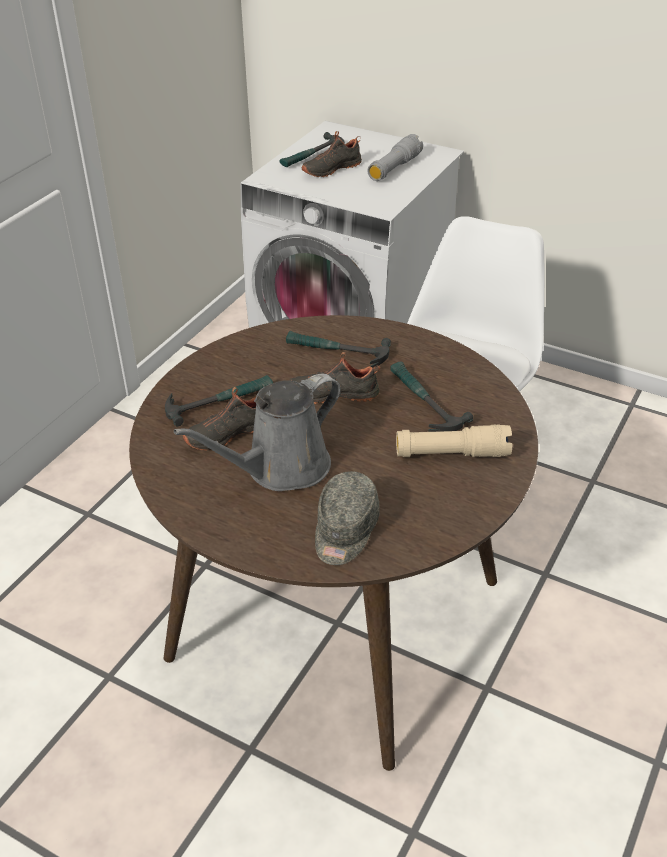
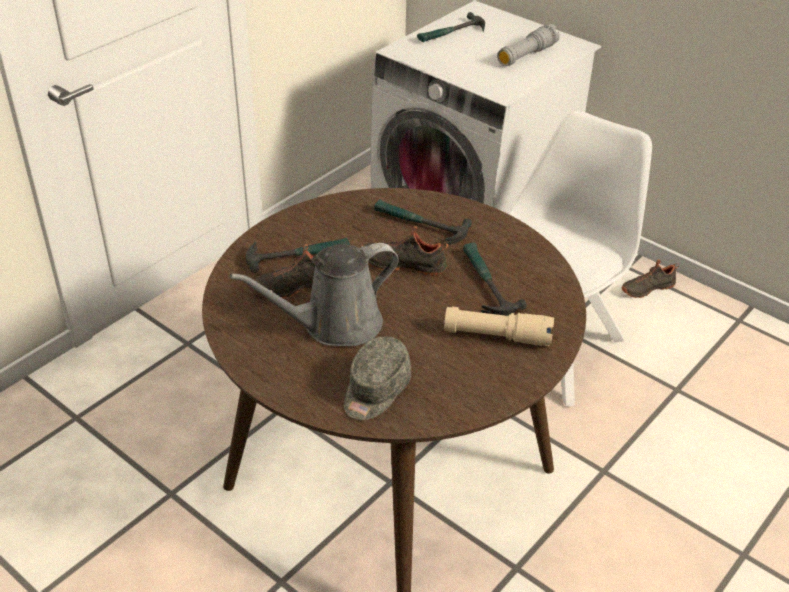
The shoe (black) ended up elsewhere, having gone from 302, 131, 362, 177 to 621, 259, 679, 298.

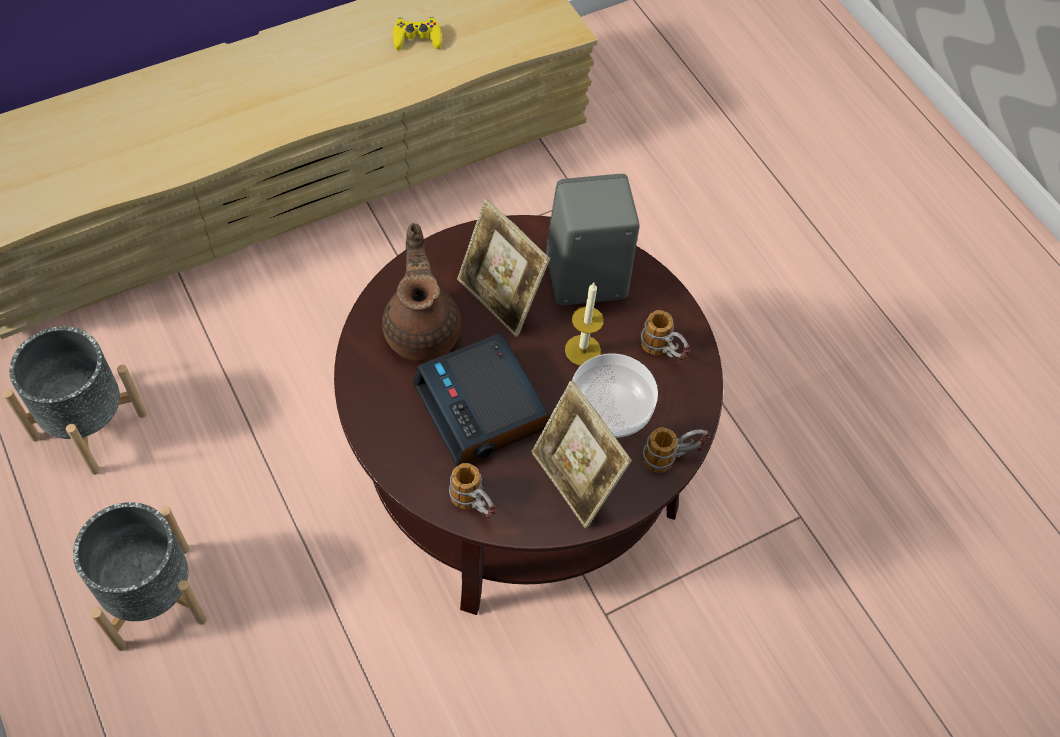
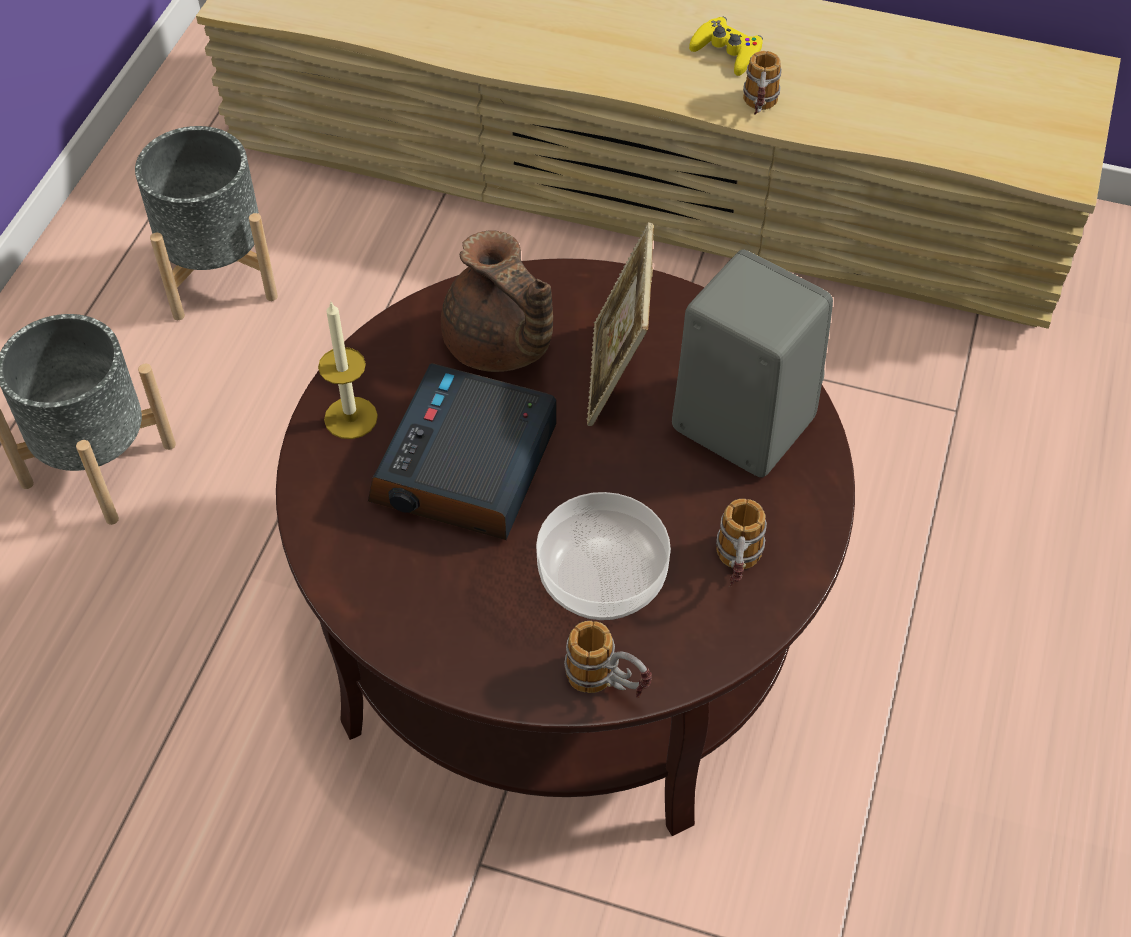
The game controller (yellow) ended up elsewhere, having gone from 393, 17, 441, 50 to 689, 17, 763, 76.
The teapot (brown) at 382, 223, 461, 361 ended up facing another way, 105 degrees clockwise from before.
The candle ended up elsewhere, having gone from 565, 283, 604, 366 to 318, 302, 378, 439.
The second view lost the picture frame at 531, 380, 632, 528.
The mug ended up elsewhere, having gone from 449, 463, 496, 521 to 743, 51, 782, 115.

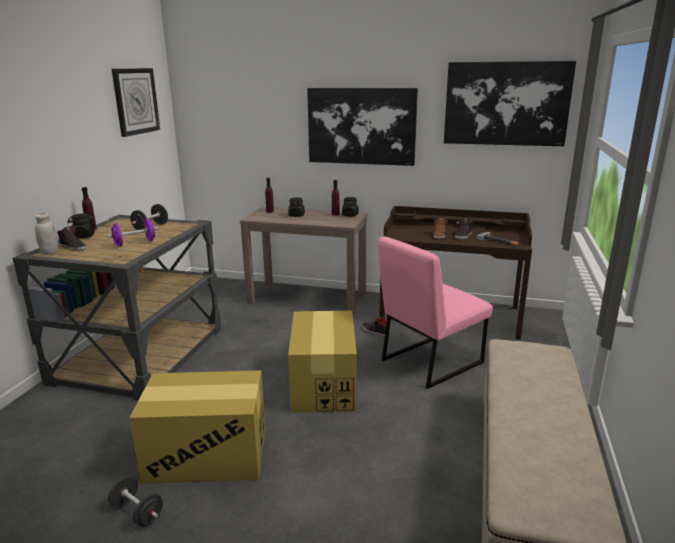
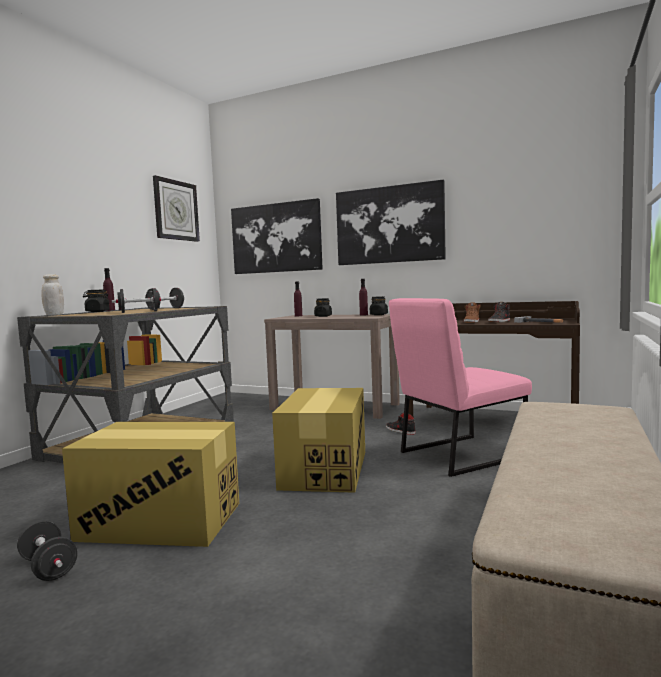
The picture ended up elsewhere, having gone from 444, 61, 576, 146 to 231, 198, 323, 274.
What was the dumbbell (purple) at 108, 219, 158, 247 turned into the dumbbell (black) at 112, 288, 165, 313.
The second view lost the shoe (black) at 57, 226, 87, 251.

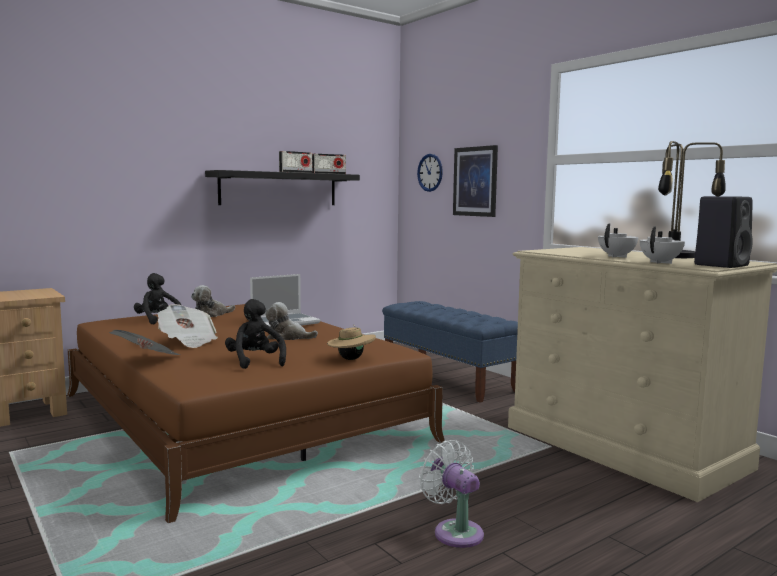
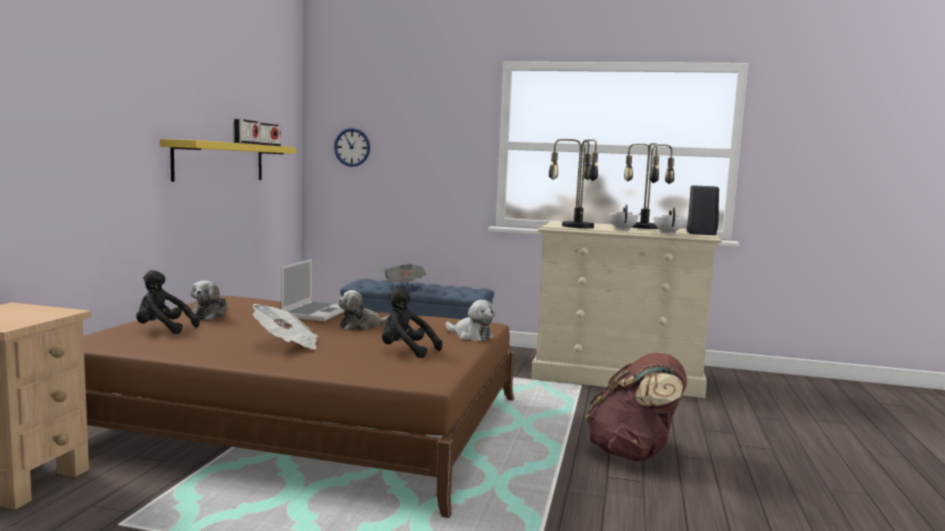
The second view lost the picture at 453, 145, 498, 217.
What was the shelf (black) at 205, 170, 360, 205 turned into the shelf (yellow) at 160, 139, 296, 182.
Where the hat (beige) stood at 327, 325, 376, 360, the plush toy came to stand at 445, 300, 496, 341.
The newspaper ended up elsewhere, having gone from 109, 330, 181, 355 to 384, 264, 426, 282.
Where the fan (white) stood at 419, 440, 484, 548, the backpack (brown) came to stand at 586, 353, 687, 461.
The second view gained the table lamp at 549, 139, 598, 228.

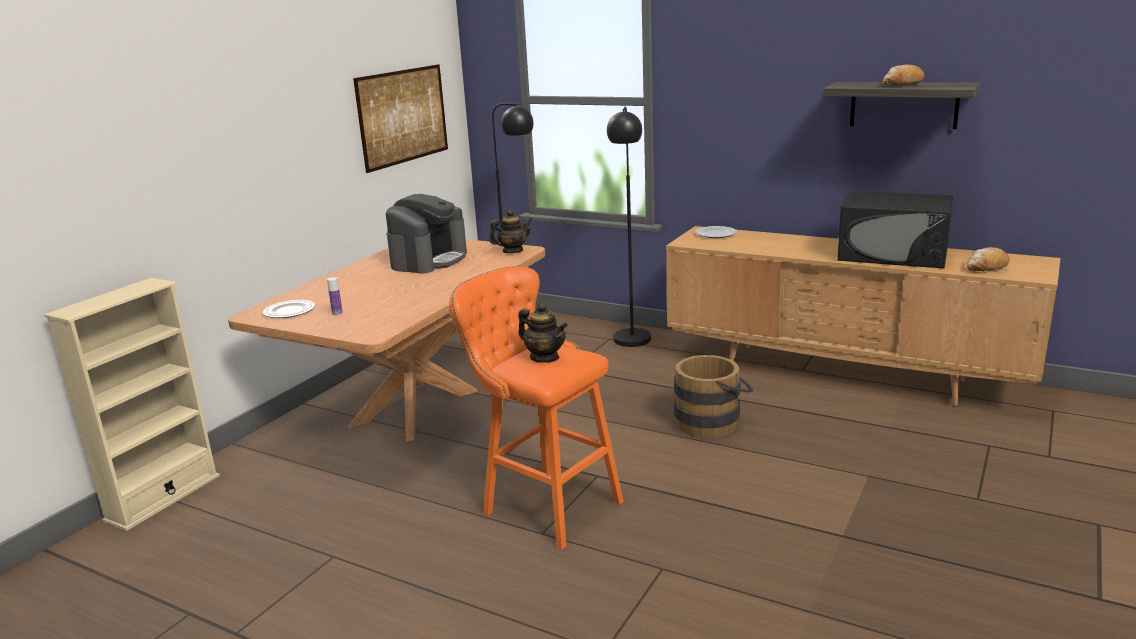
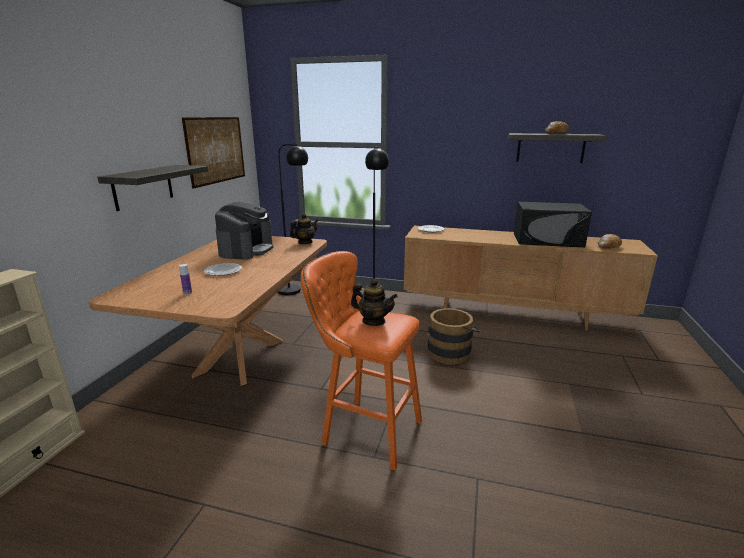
The plate ended up elsewhere, having gone from 263, 300, 315, 318 to 204, 263, 242, 276.
The second view gained the shelf at 97, 165, 208, 211.

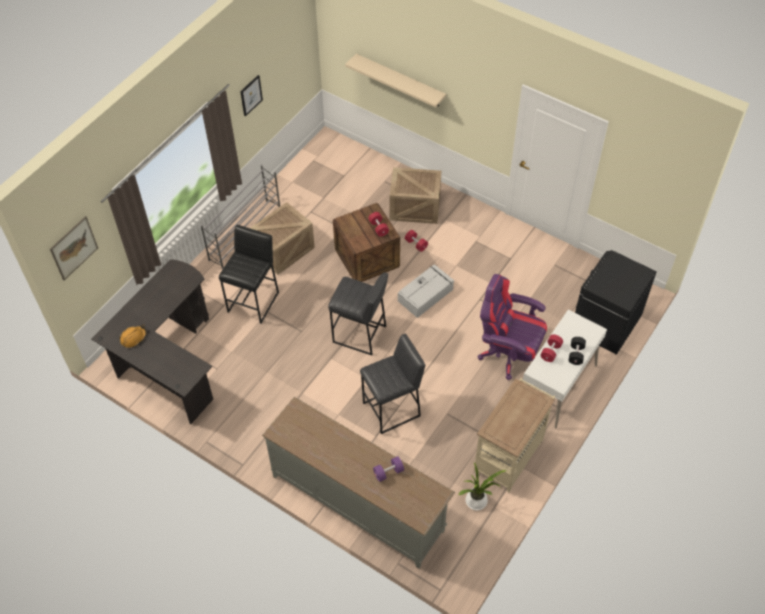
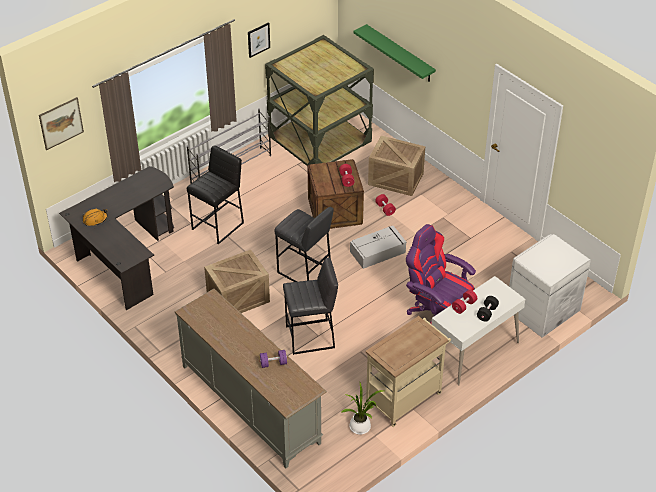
What was the shelf (beige) at 345, 54, 446, 108 turned into the shelf (green) at 353, 24, 436, 82.
The crate ended up elsewhere, having gone from 250, 202, 315, 275 to 204, 249, 270, 313.
What was the washing machine (black) at 575, 250, 657, 355 turned into the washing machine (white) at 509, 234, 591, 338.
The second view gained the bookcase at 265, 35, 374, 166.

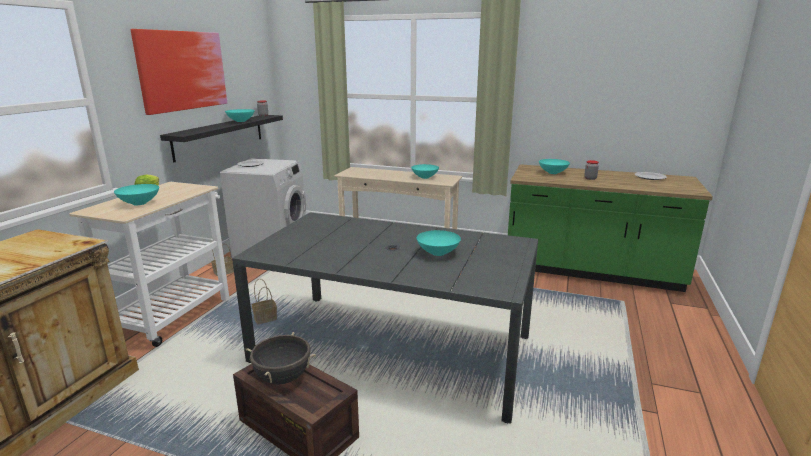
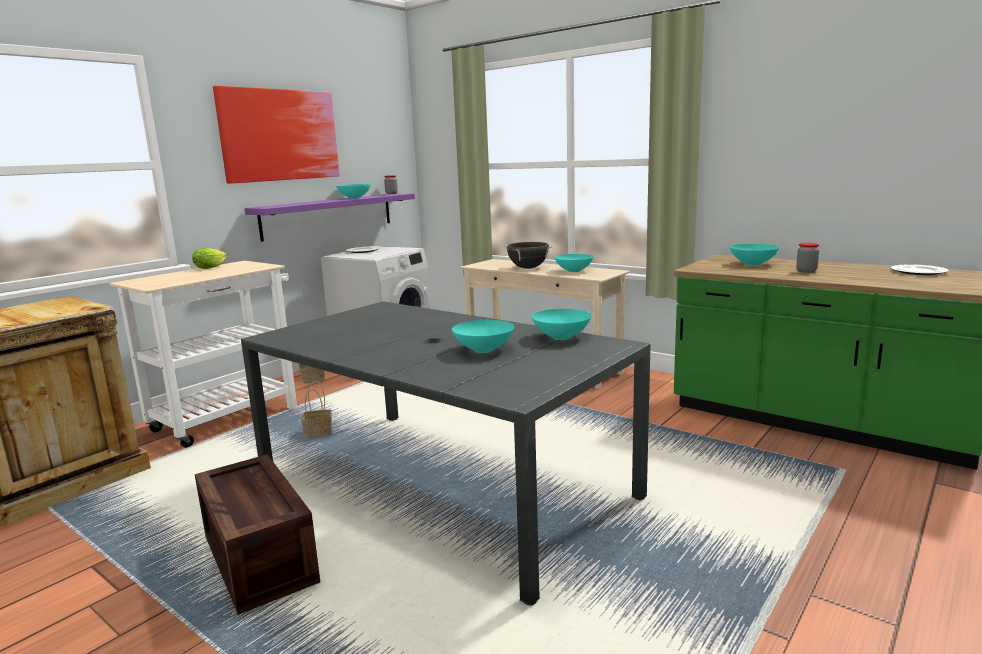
What was the shelf (black) at 160, 115, 283, 163 turned into the shelf (purple) at 245, 193, 415, 242.
The bowl (turquoise) ended up elsewhere, having gone from 114, 184, 159, 205 to 531, 309, 591, 340.
The cooking pot (black) ended up elsewhere, having gone from 246, 332, 316, 385 to 504, 242, 552, 269.

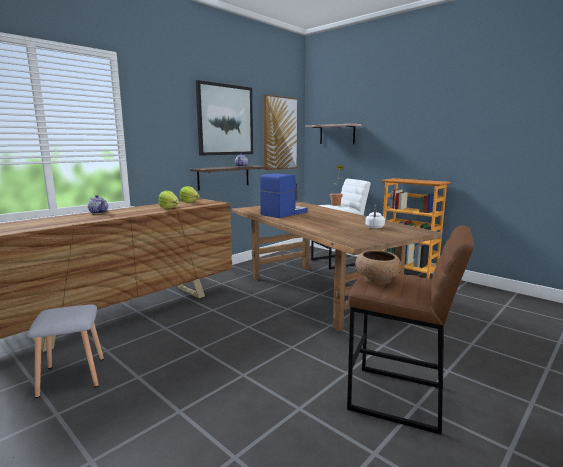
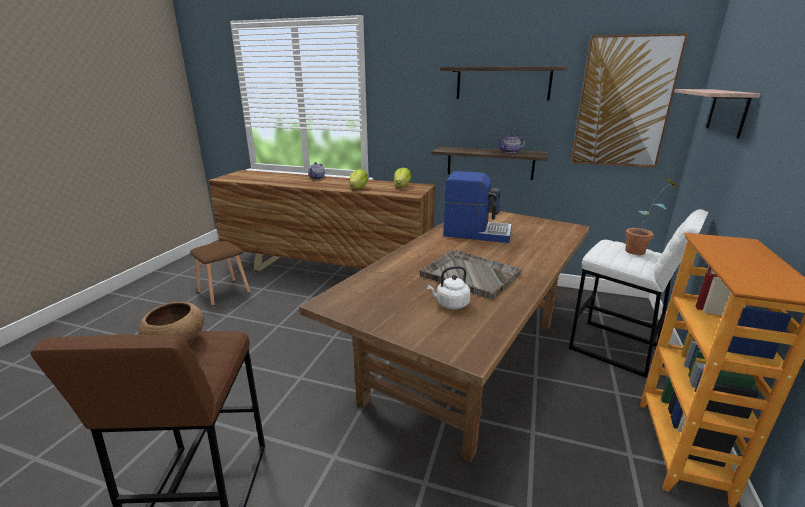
Where the picture hung at 196, 80, 253, 156, the shelf came to hang at 440, 66, 568, 101.
What was the stool (grey) at 27, 304, 104, 398 turned into the stool (brown) at 190, 241, 251, 306.
The second view gained the tray (grey) at 420, 250, 522, 299.

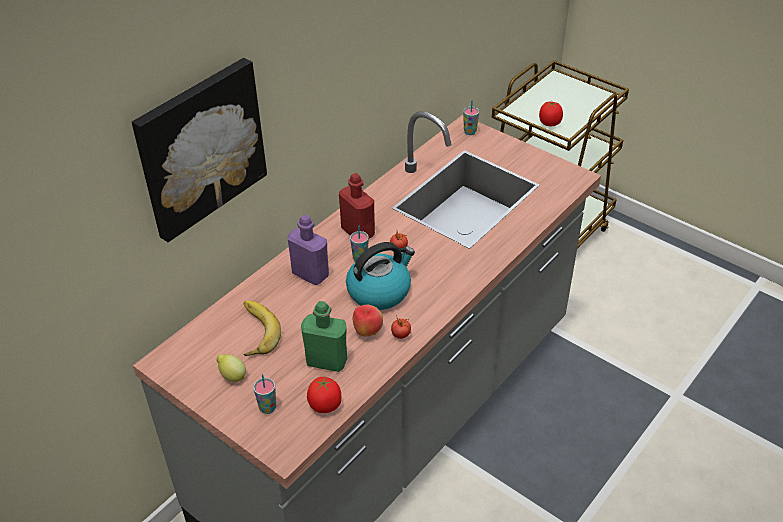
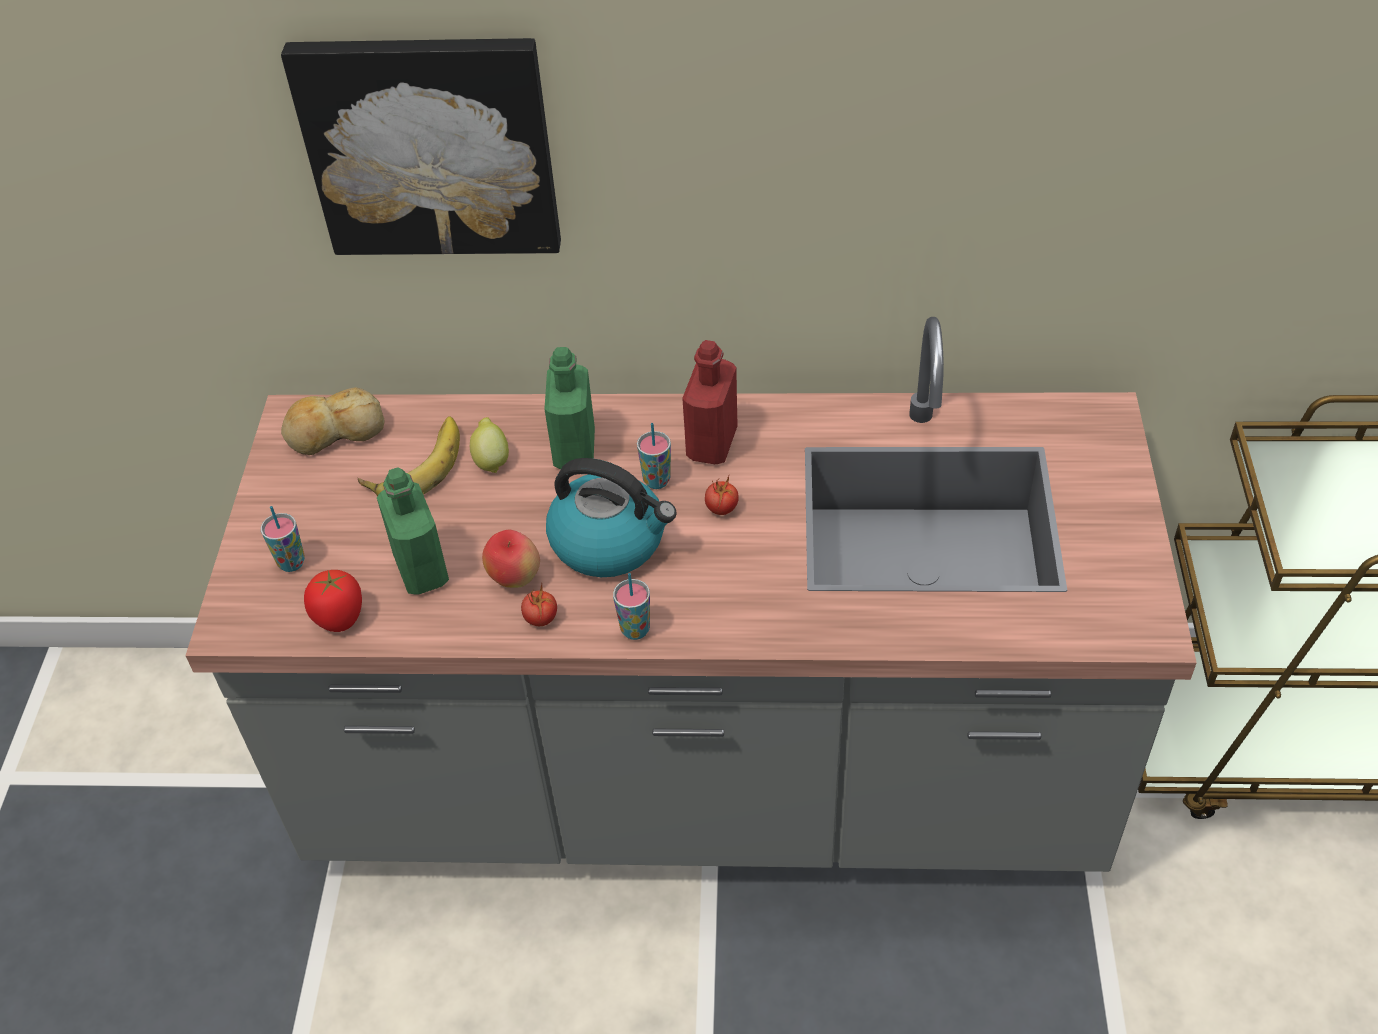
The cup ended up elsewhere, having gone from 463, 100, 479, 135 to 613, 573, 650, 640.
The second view lost the tomato at 539, 102, 563, 126.
What was the bottle (purple) at 287, 215, 329, 285 turned into the bottle (green) at 544, 347, 595, 469.
The lemon ended up elsewhere, having gone from 217, 354, 246, 382 to 470, 417, 509, 473.
The second view gained the bread at 281, 387, 384, 455.

